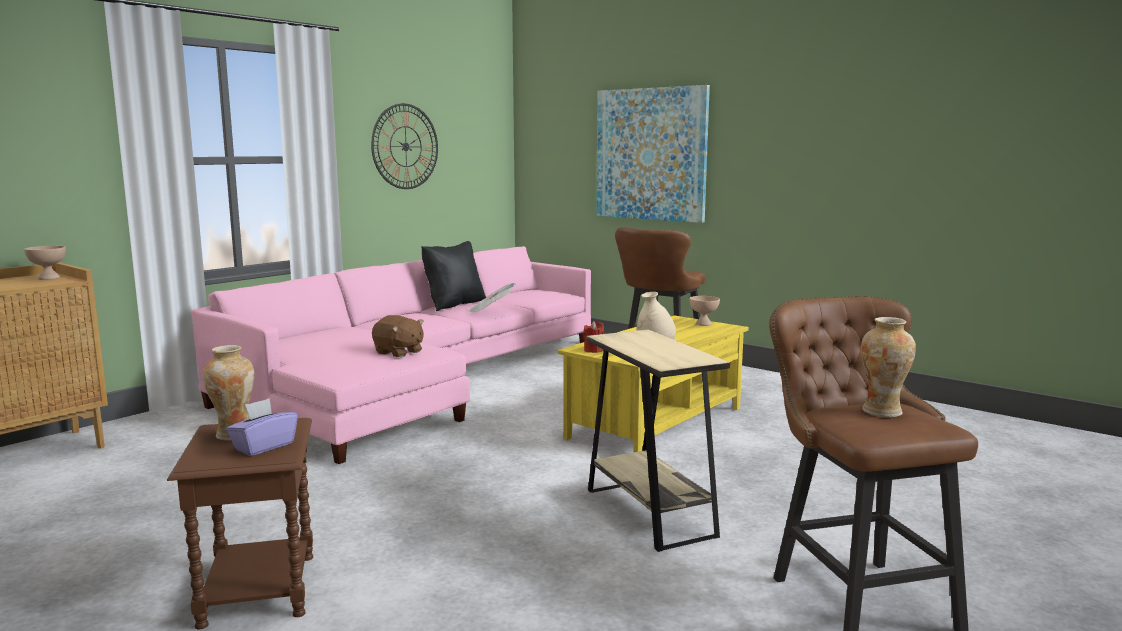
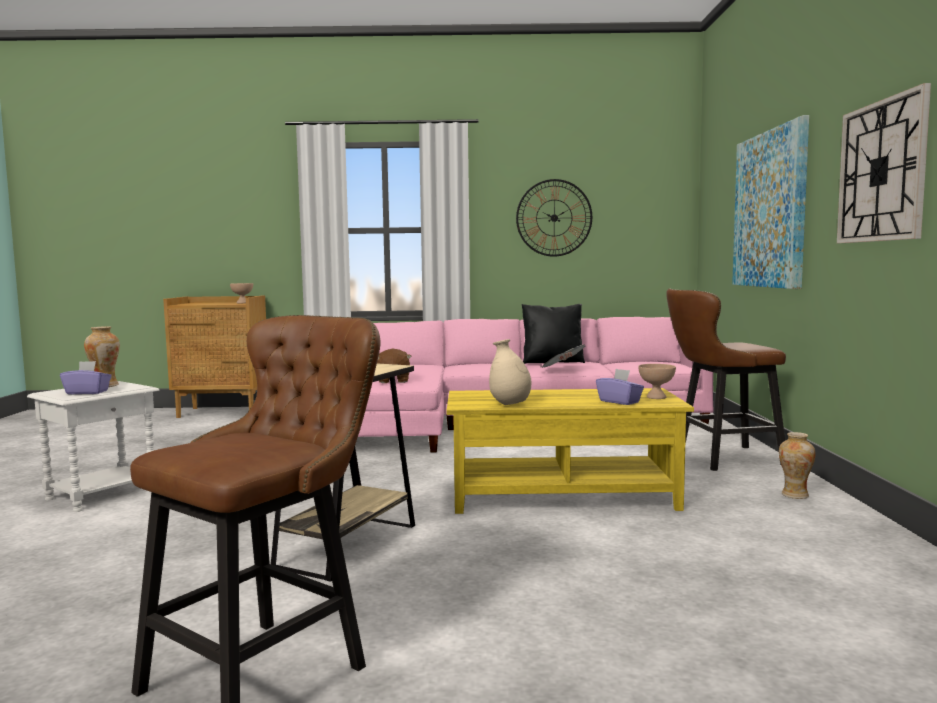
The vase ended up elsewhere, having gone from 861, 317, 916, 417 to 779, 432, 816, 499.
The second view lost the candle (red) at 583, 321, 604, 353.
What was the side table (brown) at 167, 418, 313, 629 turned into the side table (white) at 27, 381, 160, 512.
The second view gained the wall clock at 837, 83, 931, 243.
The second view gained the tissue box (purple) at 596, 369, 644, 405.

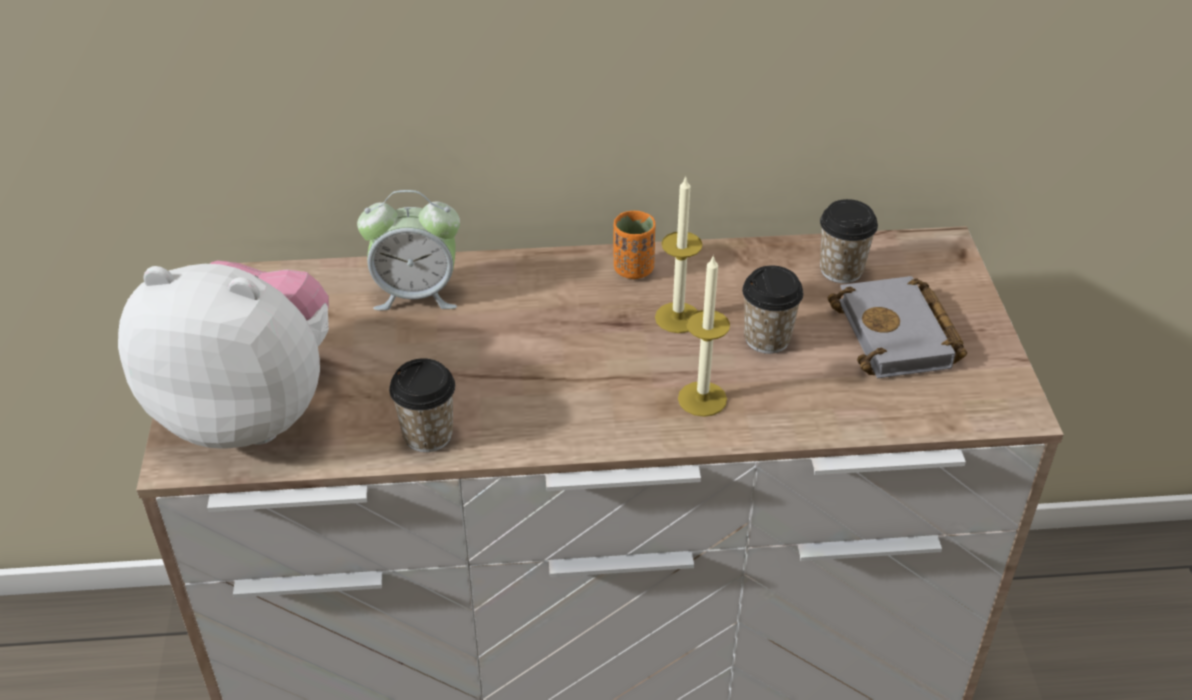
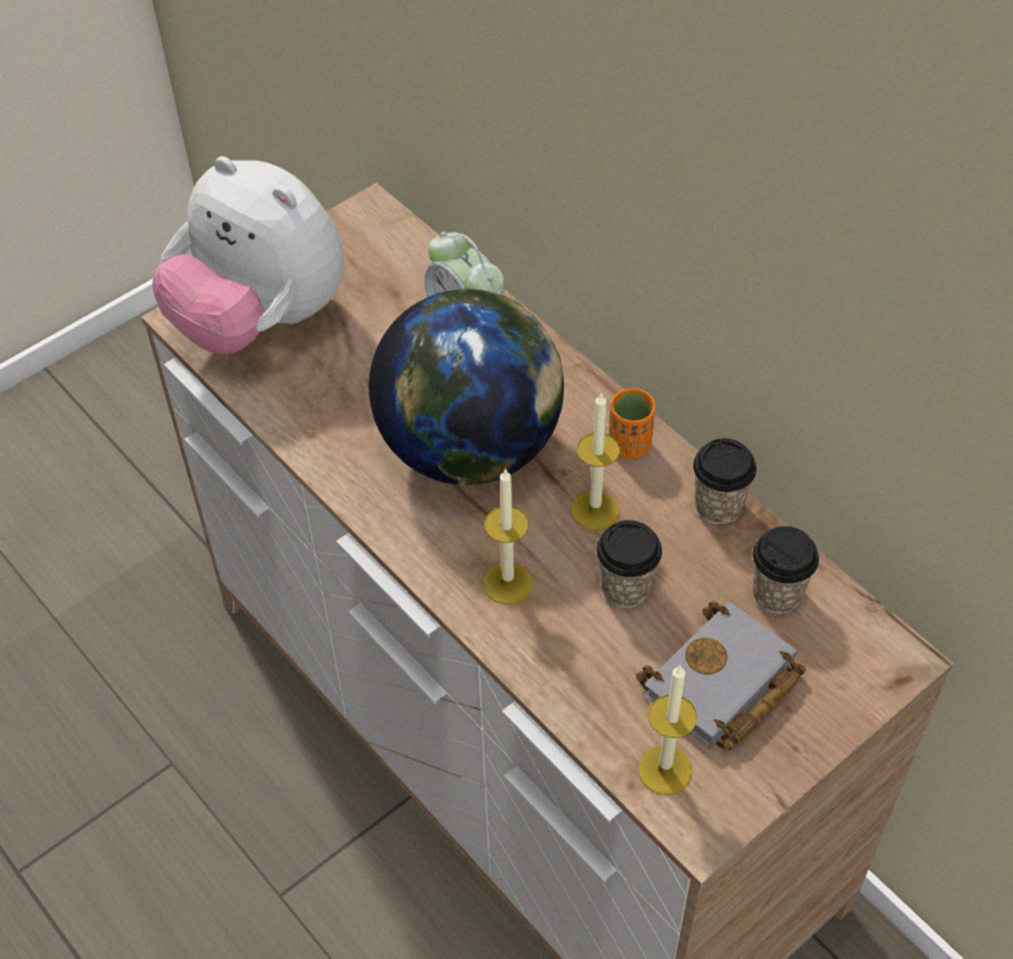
The plush toy at 118, 260, 329, 449 ended up facing another way, 150 degrees clockwise from before.
The cup ended up elsewhere, having gone from 389, 358, 455, 452 to 693, 438, 756, 524.
The second view gained the globe at 369, 289, 564, 486.
The second view gained the candle at 638, 666, 697, 795.

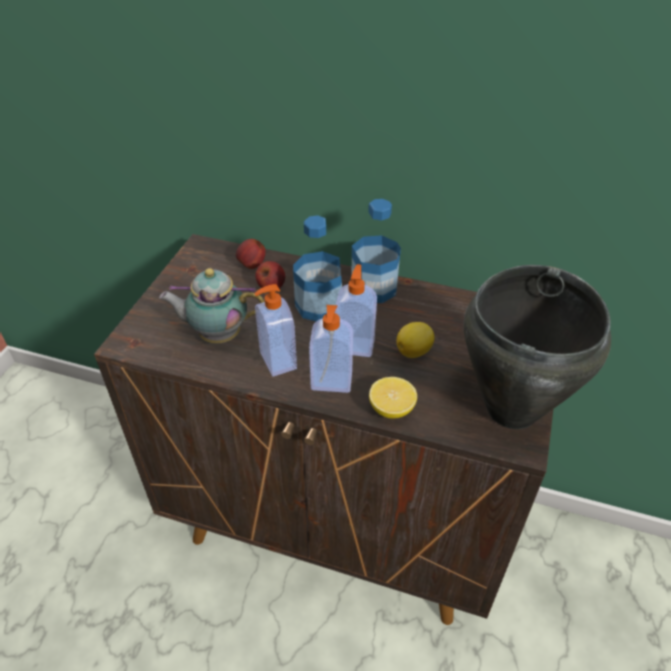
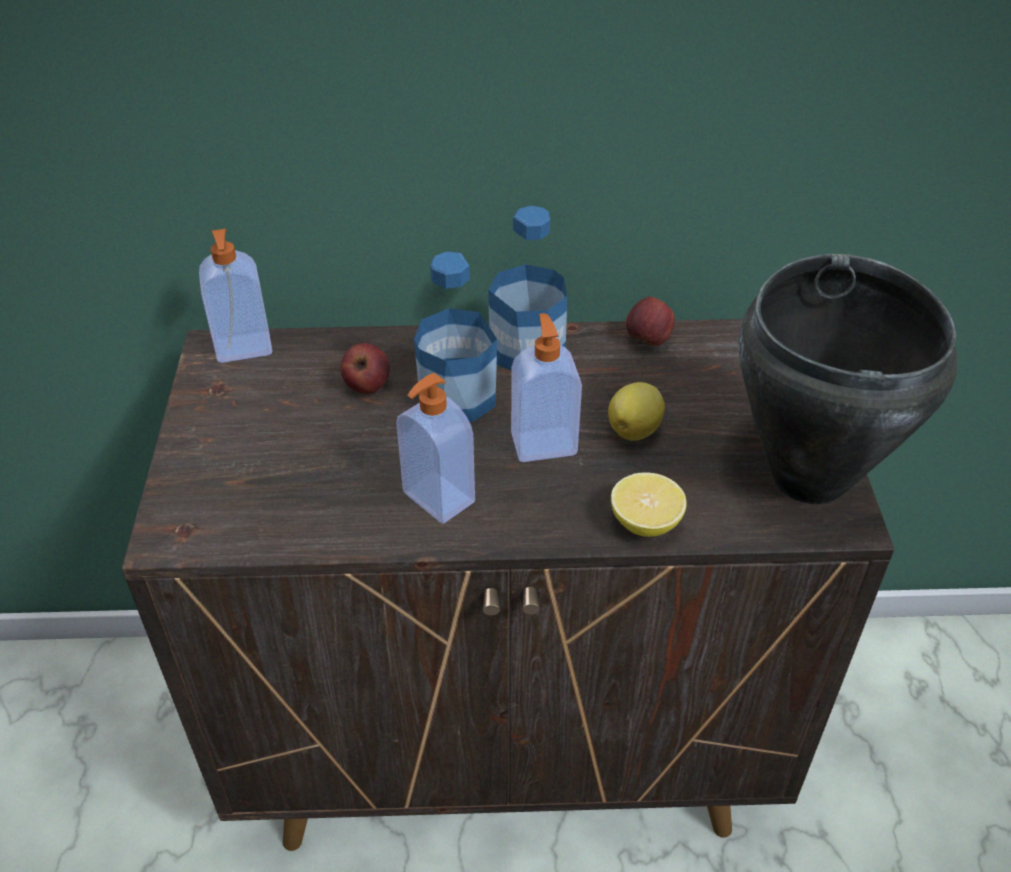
The apple ended up elsewhere, having gone from 236, 239, 266, 269 to 626, 297, 675, 346.
The second view lost the teapot at 159, 268, 265, 343.
The soap dispenser ended up elsewhere, having gone from 309, 305, 353, 393 to 199, 229, 272, 363.

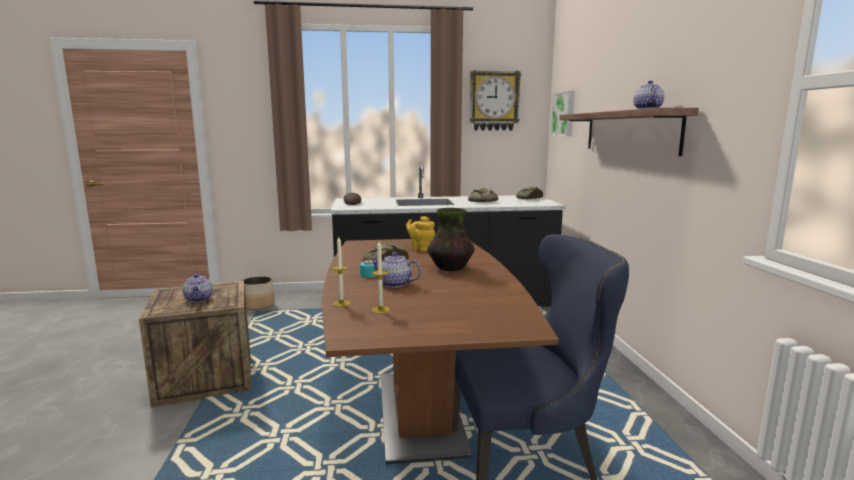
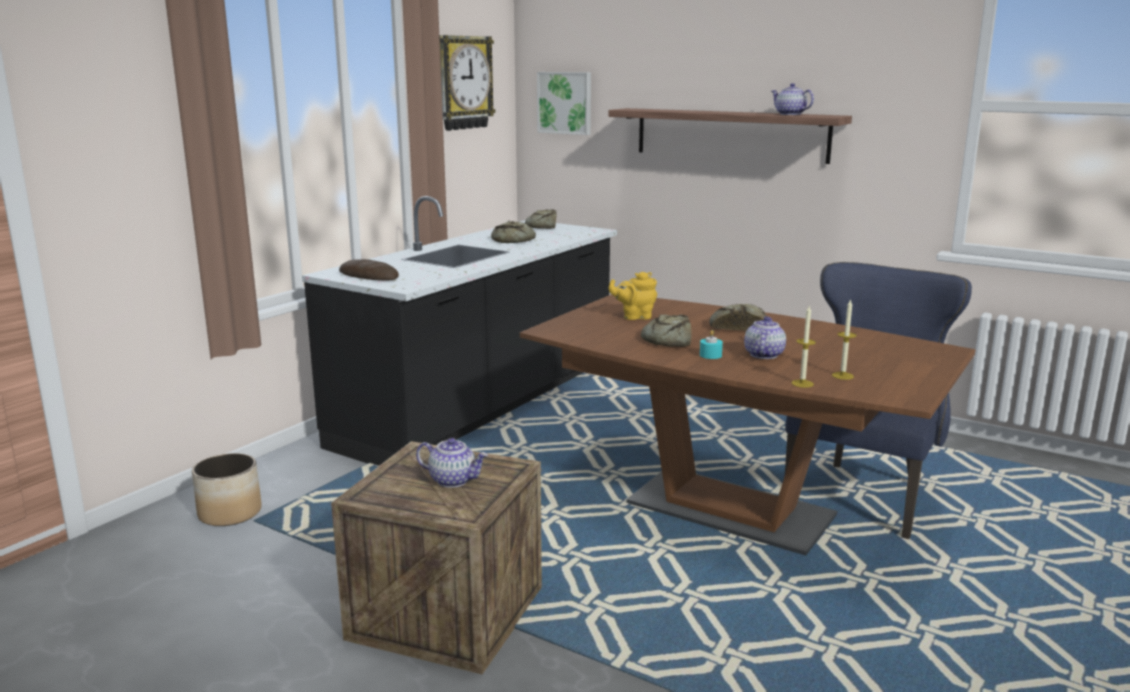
Where the vase stood at 427, 208, 474, 271, the bread came to stand at 709, 304, 766, 330.
The teapot at 370, 252, 421, 288 ended up facing another way, 135 degrees clockwise from before.

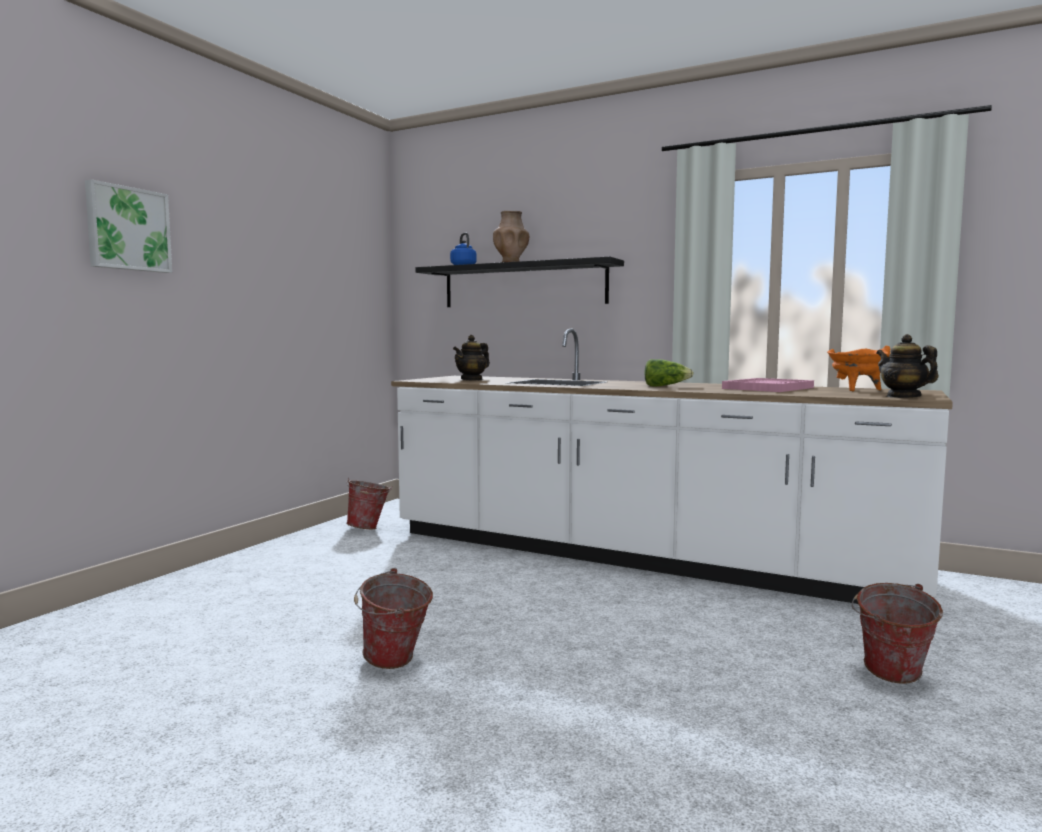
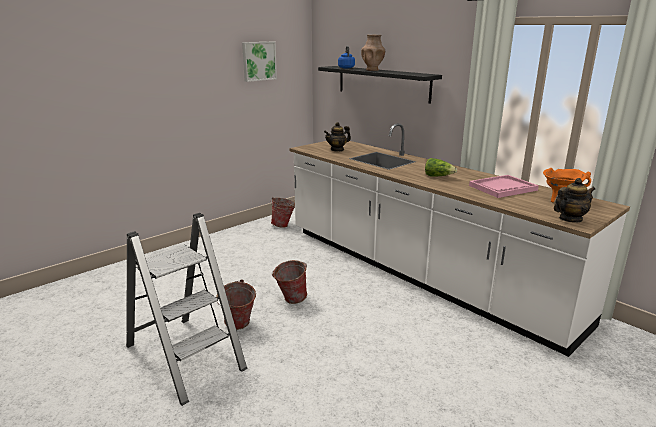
The picture ended up elsewhere, having gone from 85, 179, 172, 273 to 242, 42, 277, 82.
The teapot at 876, 334, 939, 398 ended up facing another way, 75 degrees clockwise from before.
The bucket ended up elsewhere, having gone from 851, 583, 943, 684 to 272, 260, 307, 304.
The second view gained the step ladder (grey) at 126, 213, 248, 406.

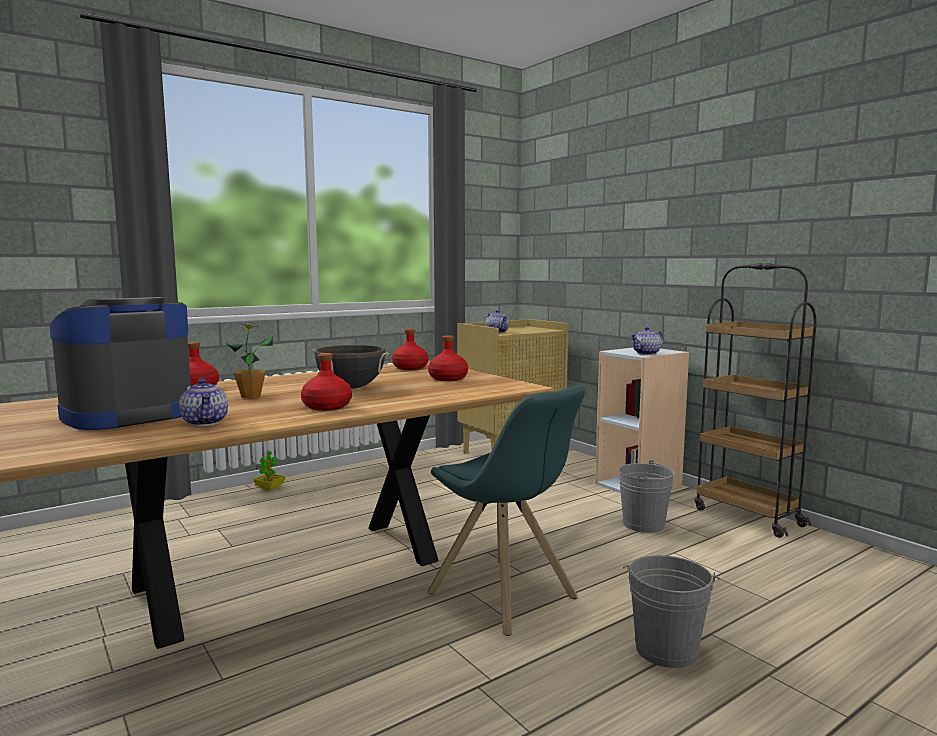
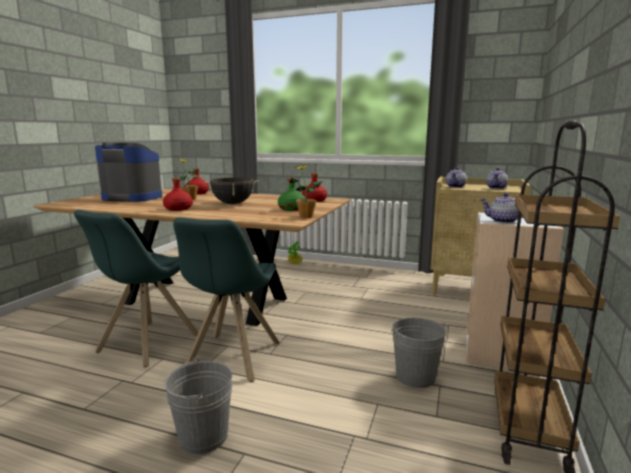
What was the bottle (red) at 428, 335, 468, 381 turned into the bottle (green) at 278, 178, 305, 211.
The teapot ended up elsewhere, having gone from 179, 379, 228, 426 to 486, 168, 508, 189.
The second view gained the potted plant at 290, 165, 322, 218.
The second view gained the chair (turquoise) at 74, 210, 198, 367.

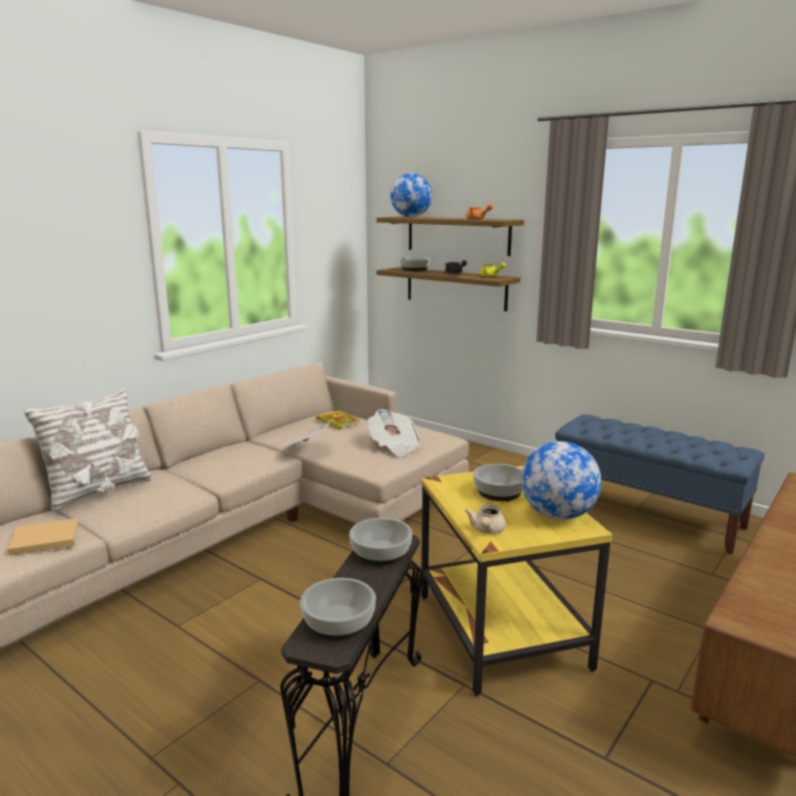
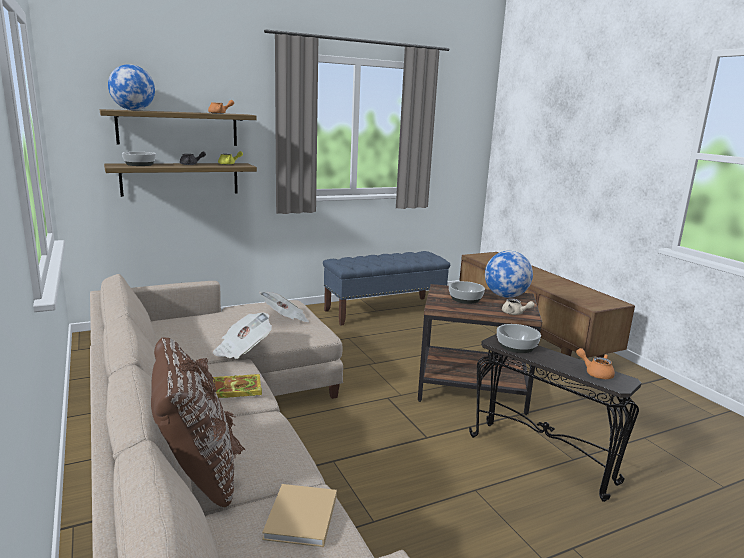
What was the pillow (white) at 24, 389, 152, 511 turned into the pillow (brown) at 151, 337, 246, 507.
The book ended up elsewhere, having gone from 316, 411, 360, 430 to 213, 374, 262, 398.
What was the side table (yellow) at 421, 466, 612, 696 turned into the side table (brown) at 418, 284, 542, 415.
Where the bowl stood at 300, 578, 376, 640, the teapot (orange) came to stand at 576, 348, 615, 379.

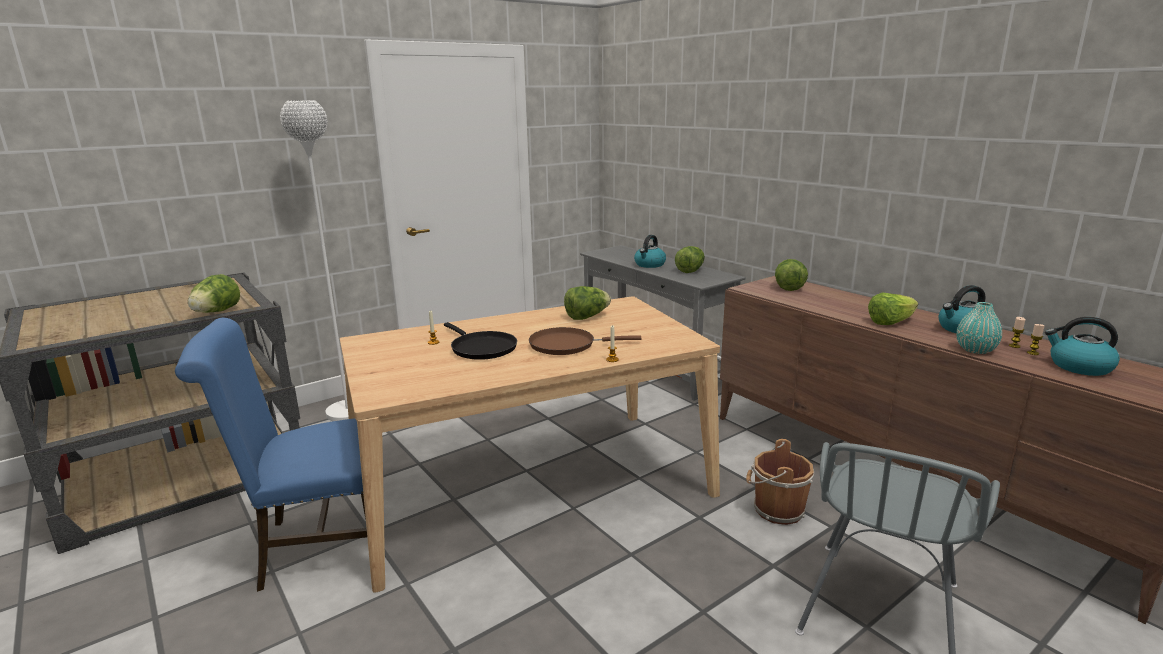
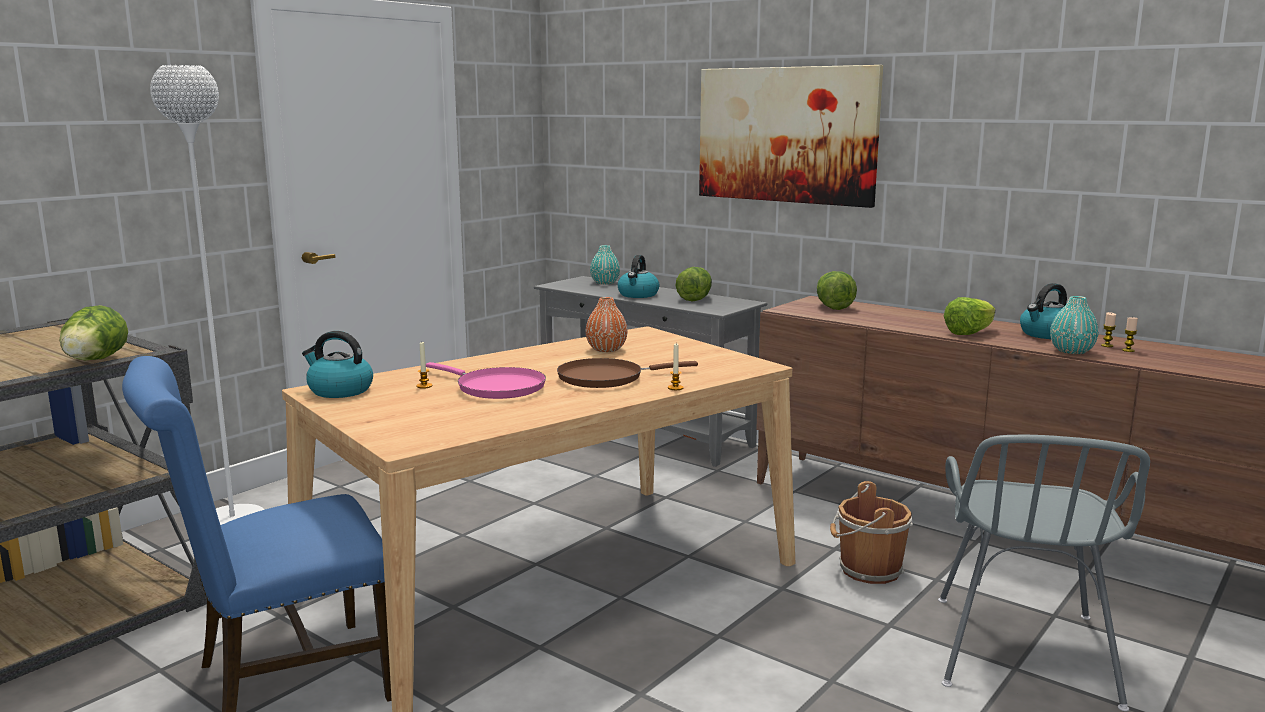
Where the lettuce stood at 564, 286, 611, 320, the vase (orange) came to stand at 586, 297, 628, 352.
The kettle ended up elsewhere, having gone from 1045, 317, 1120, 376 to 302, 331, 373, 398.
What was the frying pan (black) at 444, 322, 517, 360 turned into the frying pan (pink) at 426, 362, 546, 399.
The second view gained the picture at 699, 65, 883, 208.
The second view gained the vase (turquoise) at 590, 245, 620, 285.

